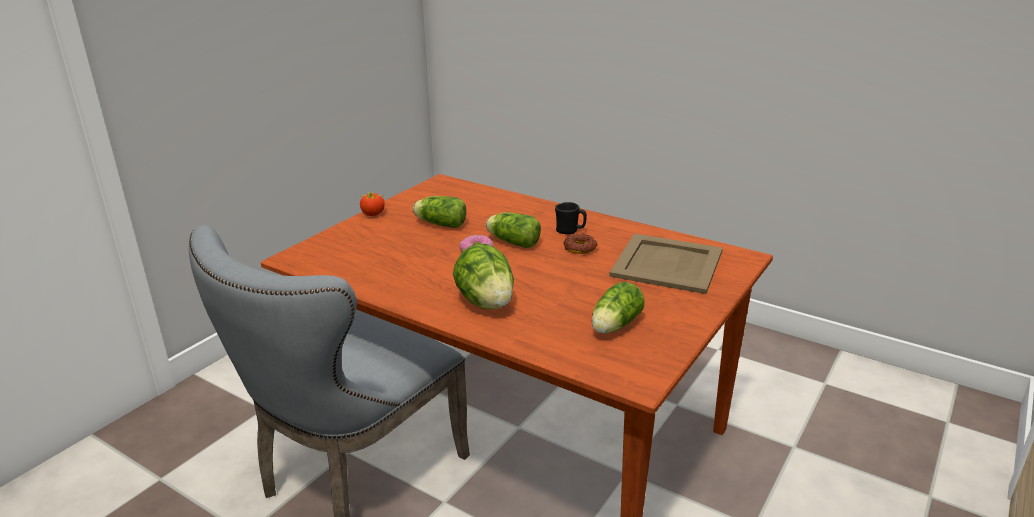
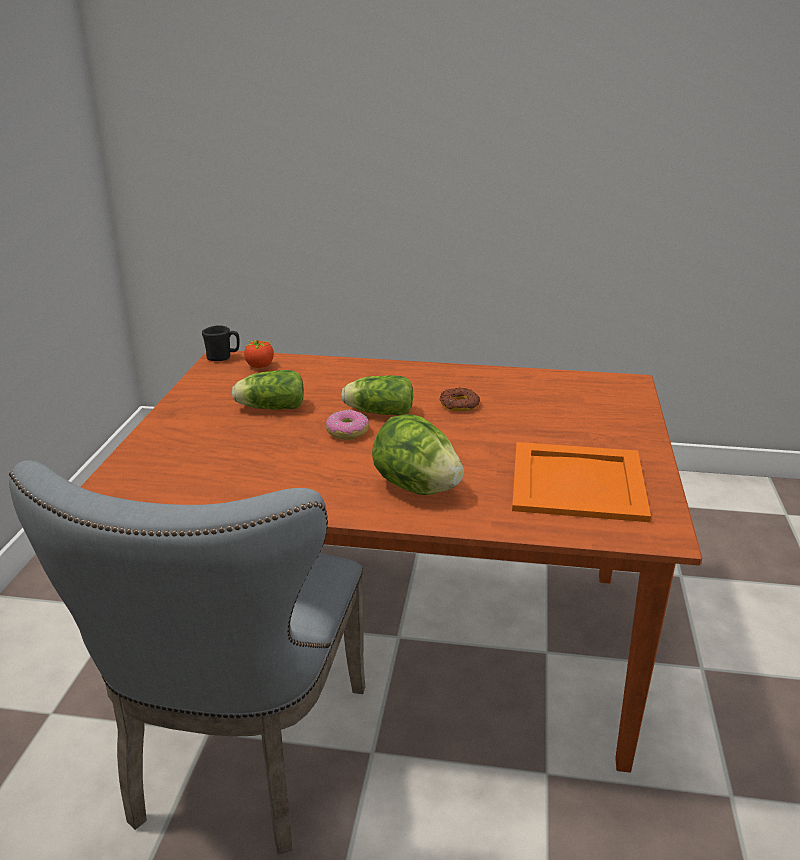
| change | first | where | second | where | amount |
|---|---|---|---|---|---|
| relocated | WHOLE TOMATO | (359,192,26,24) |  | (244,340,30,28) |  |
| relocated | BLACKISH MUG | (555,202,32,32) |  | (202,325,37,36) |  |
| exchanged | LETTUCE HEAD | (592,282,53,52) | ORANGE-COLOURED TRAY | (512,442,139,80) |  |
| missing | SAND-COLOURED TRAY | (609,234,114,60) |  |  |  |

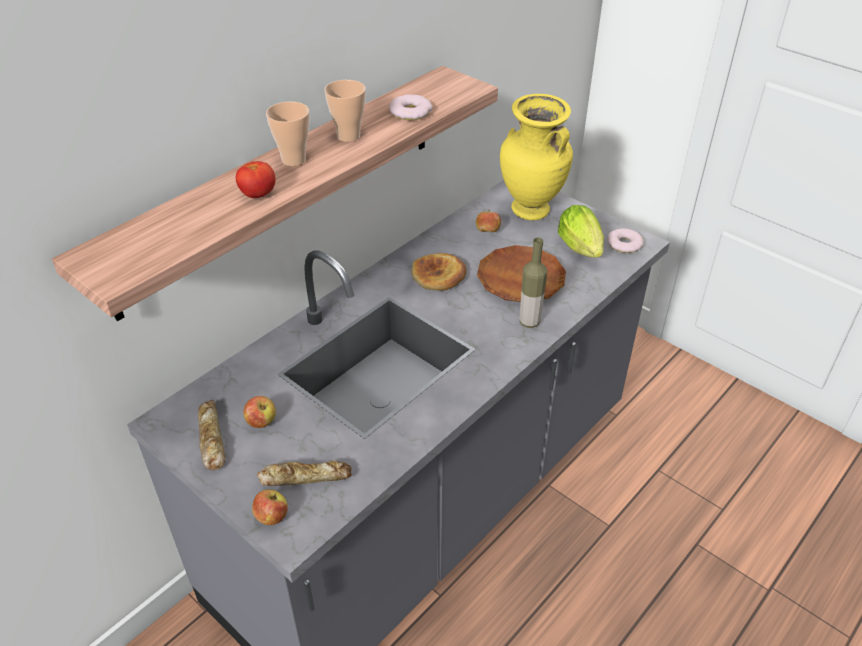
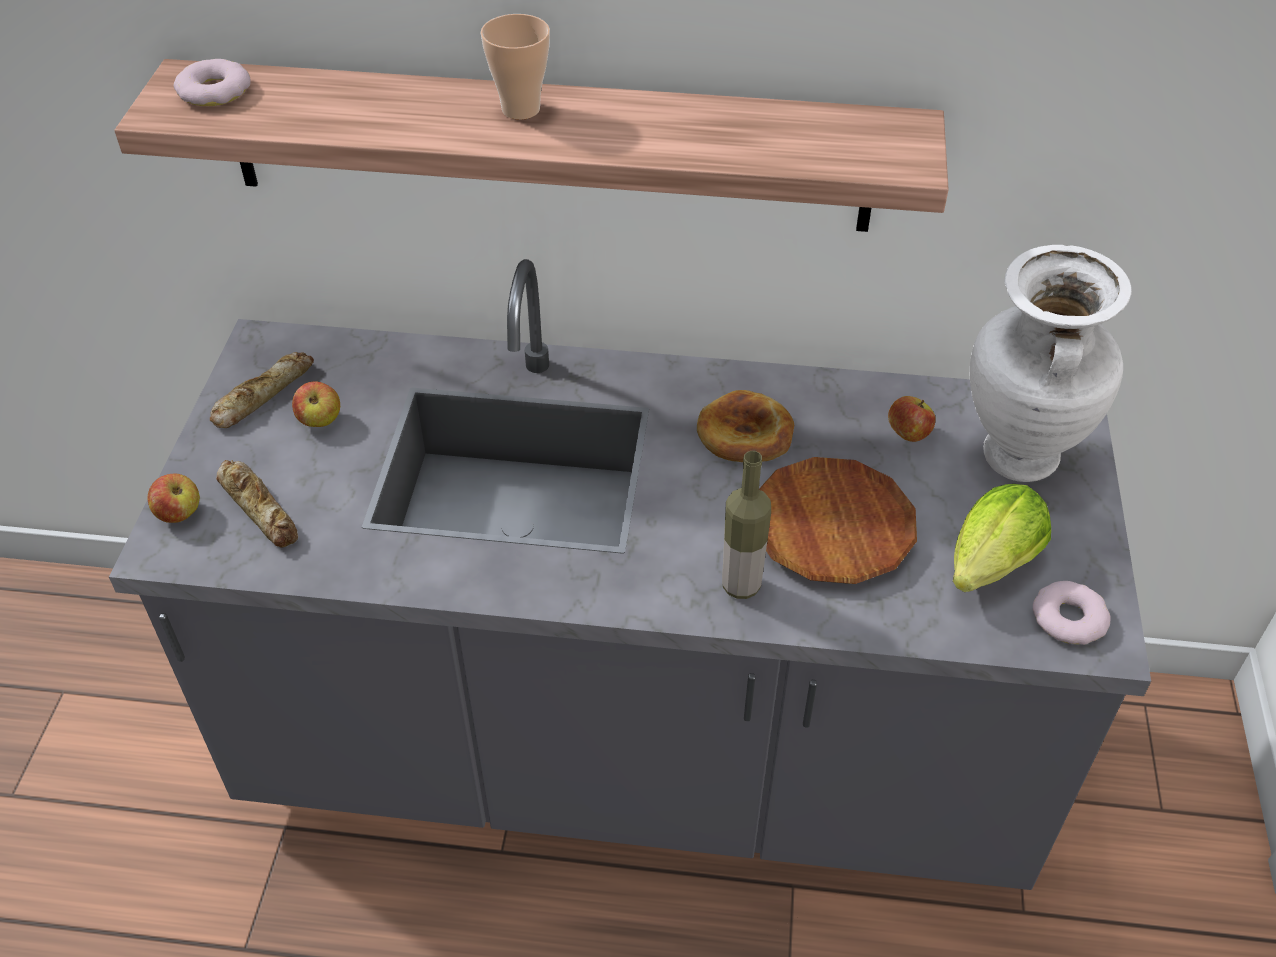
| change | first | where | second | where | amount |
|---|---|---|---|---|---|
| missing | WHOLE TOMATO | (236,161,39,37) |  |  |  |
| missing | CUP | (324,80,42,62) |  |  |  |
| relocated | DOUGHNUT | (389,94,44,26) |  | (174,59,77,47) |  |
| colour | YELLOW FLOWER VASE | (500,94,73,127) | WHITE FLOWER VASE | (970,245,162,237) |  |

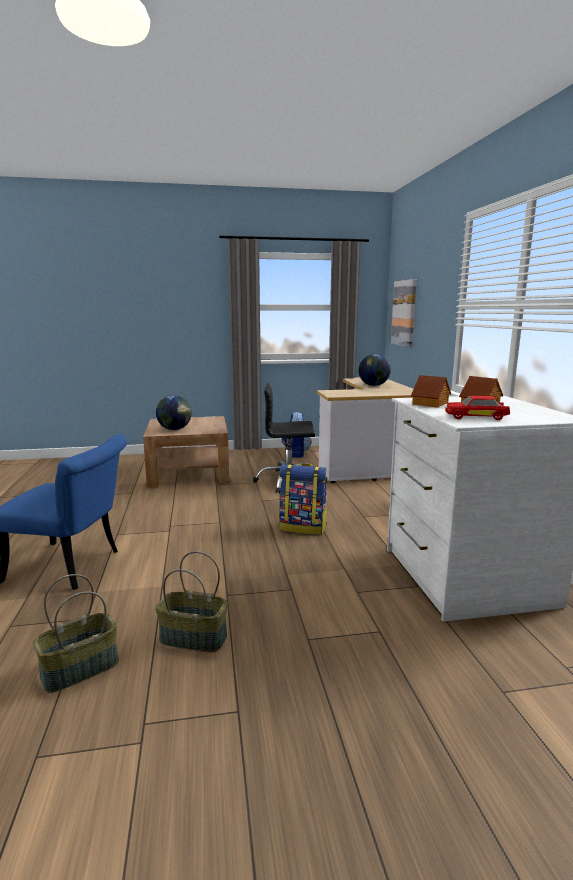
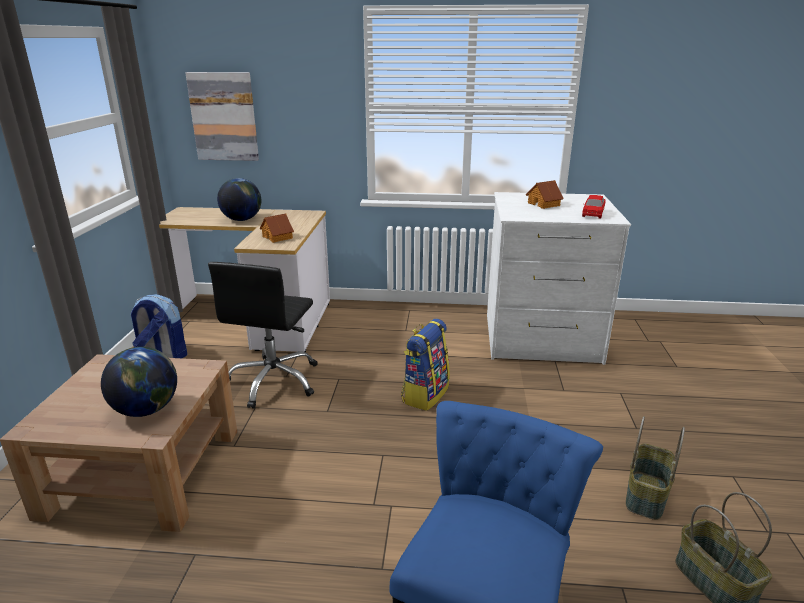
| change | first | where | second | where | amount |
|---|---|---|---|---|---|
| relocated | TOY HOUSE | (411,375,40,33) |  | (260,214,34,29) |  |

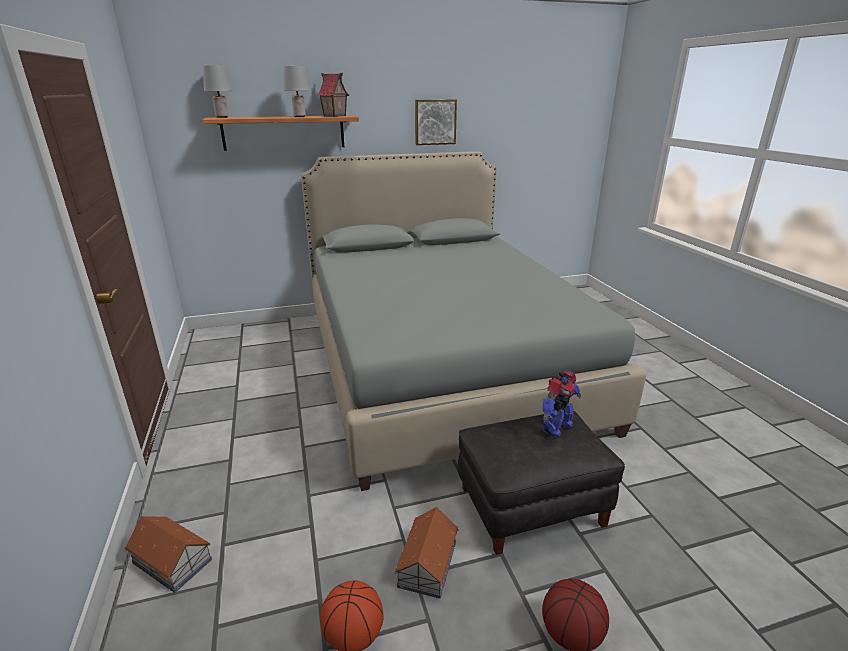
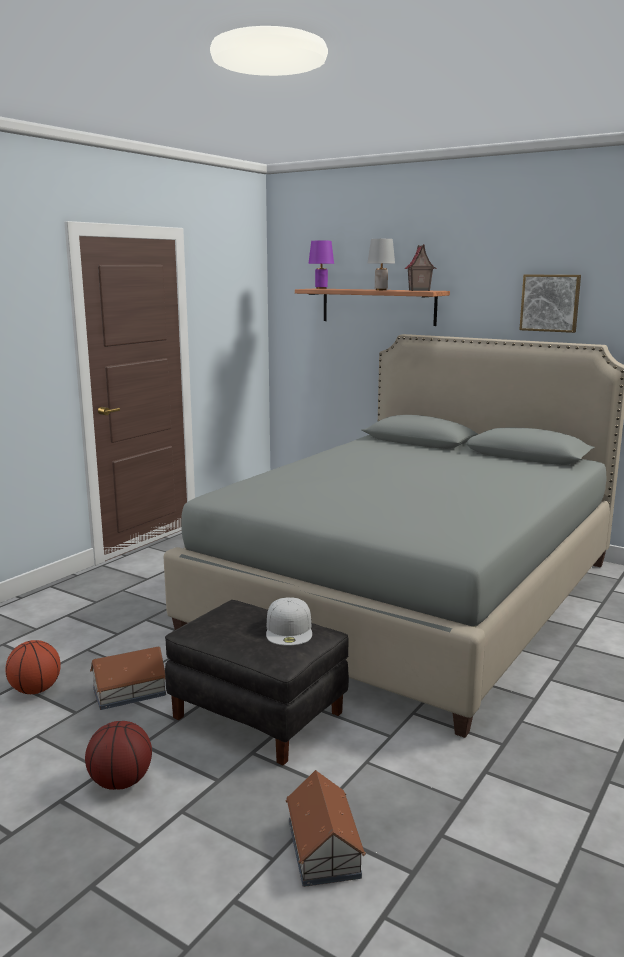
| change | first | where | second | where | amount |
|---|---|---|---|---|---|
| relocated | TOY HOUSE | (125,516,87,77) |  | (286,770,80,117) |  |
| colour | GREYISH TABLE LAMP | (203,65,29,53) | PURPLE TABLE LAMP | (308,241,26,48) |  |
| exchanged | TOY ROBOT | (541,371,40,67) | WHITE PEAKED CAP | (266,597,46,49) |  |

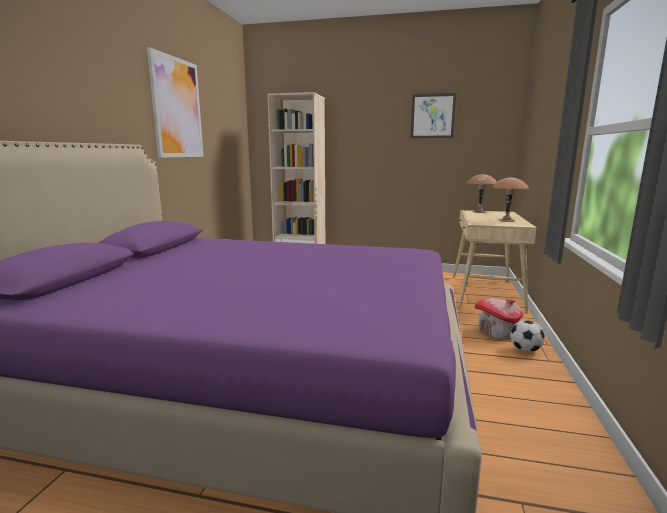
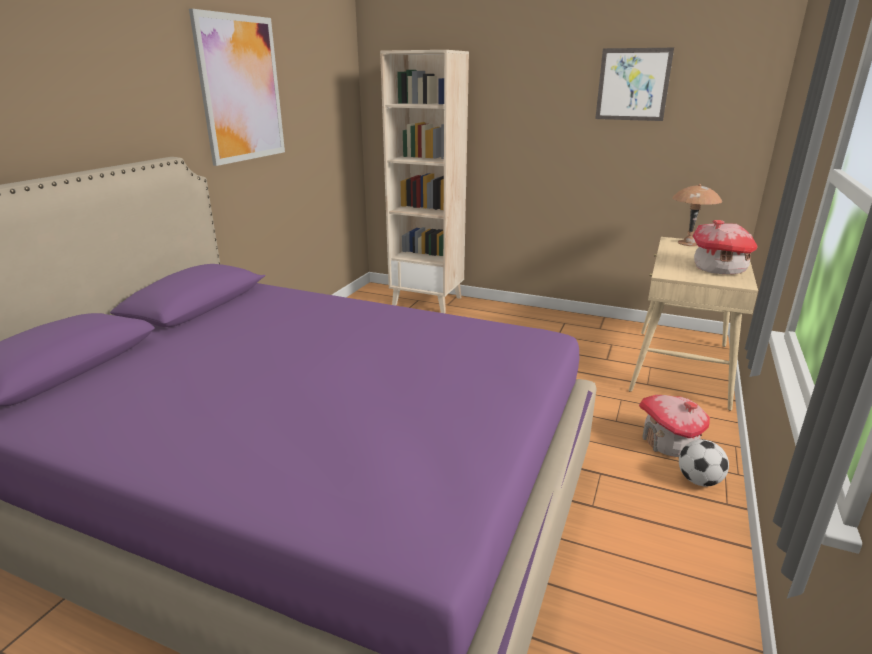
| change | first | where | second | where | amount |
|---|---|---|---|---|---|
| exchanged | BROWN TABLE LAMP | (492,176,37,46) | TOY HOUSE | (693,220,65,54) |  |

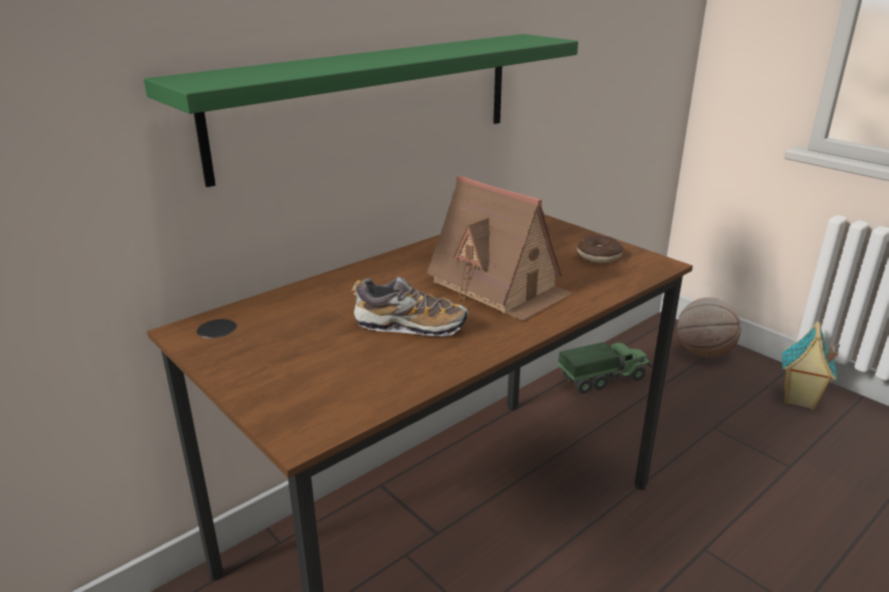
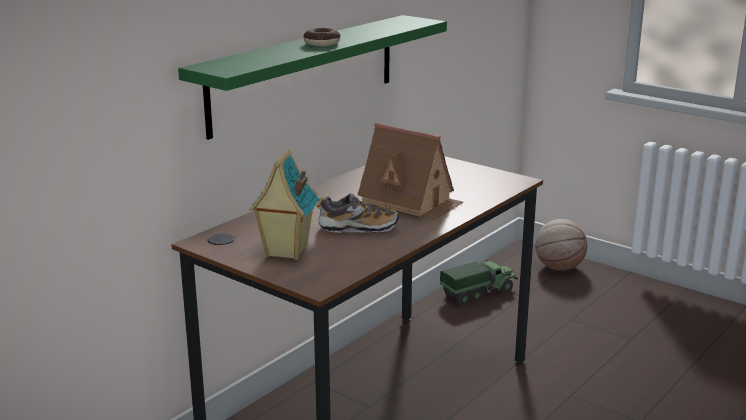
| change | first | where | second | where | amount |
|---|---|---|---|---|---|
| relocated | DOUGHNUT | (577,235,46,28) |  | (303,28,37,19) |  |
| relocated | TOY HOUSE | (782,321,58,89) |  | (249,149,71,111) |  |

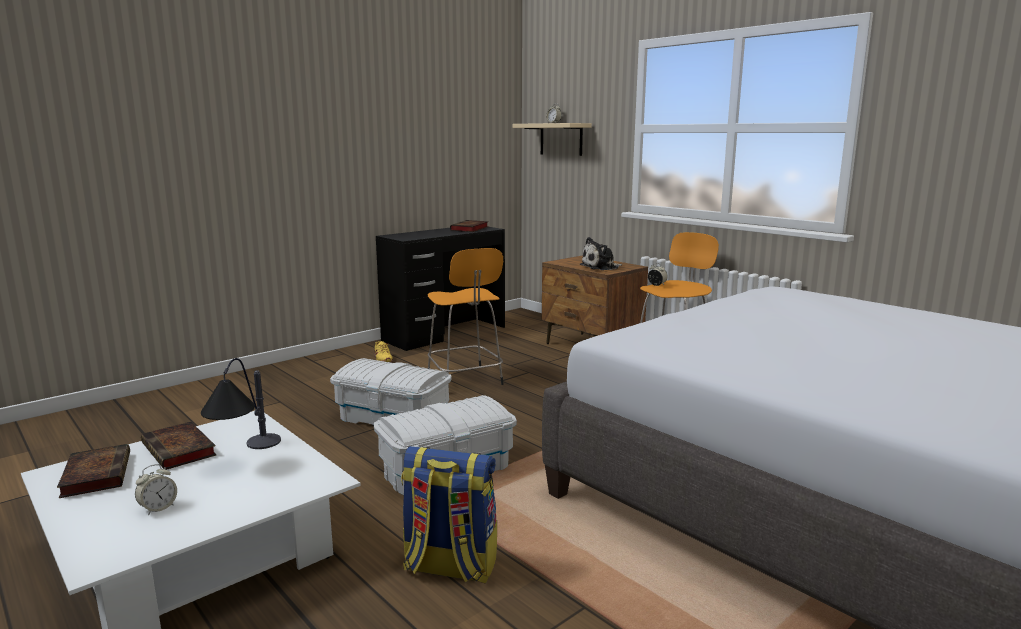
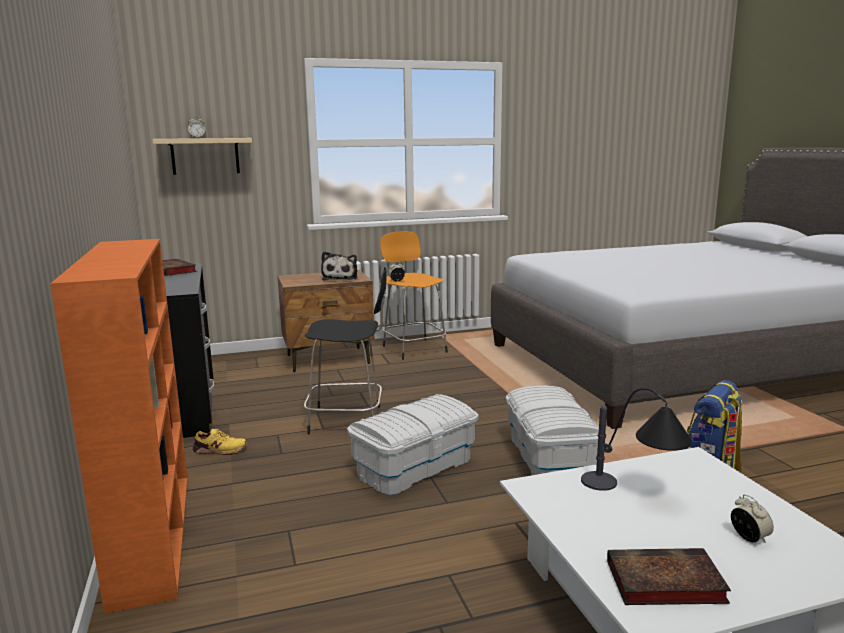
| change | first | where | second | where | amount |
|---|---|---|---|---|---|
| missing | BOOK | (141,422,76,48) |  |  |  |
| colour | ORANGE-COLOURED STOOL | (427,248,77,138) | BLACKISH STOOL | (304,267,83,167) |  |
| appeared |  |  | ORANGE-COLOURED BOOKSHELF | (50,239,138,375) |  |

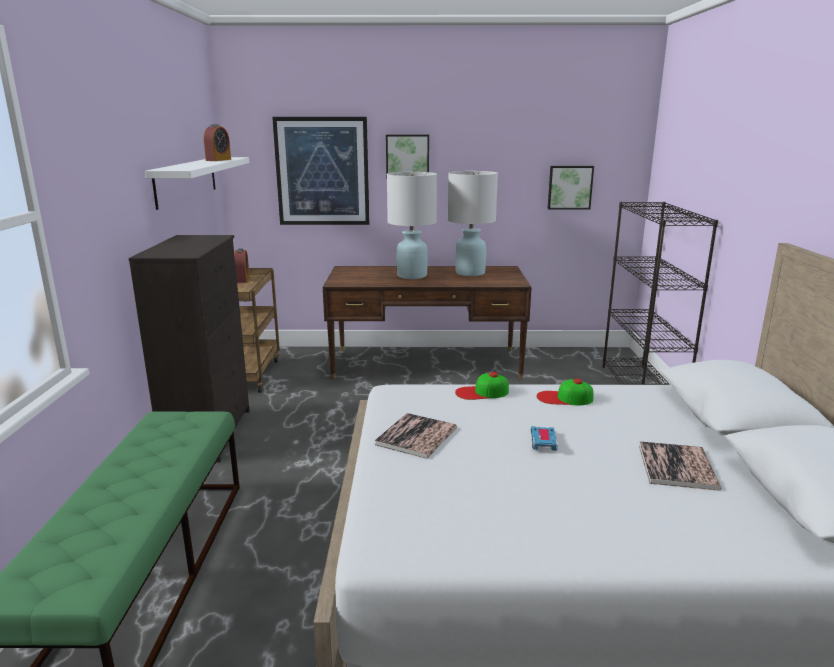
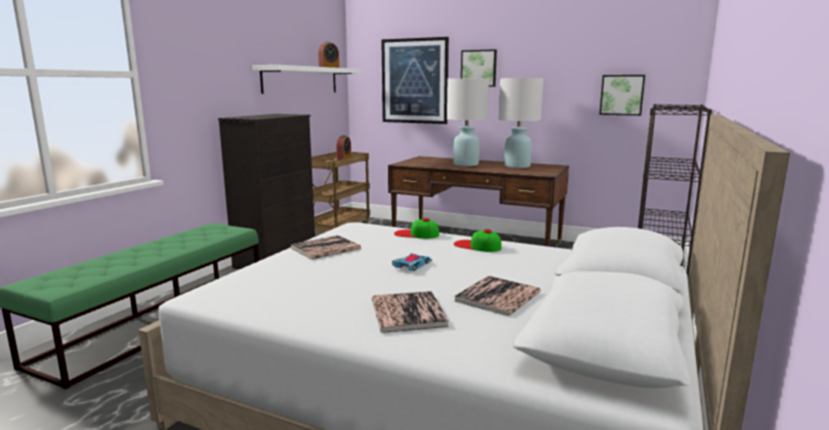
| change | first | where | second | where | amount |
|---|---|---|---|---|---|
| appeared |  |  | BOOK | (372,291,77,42) |  |

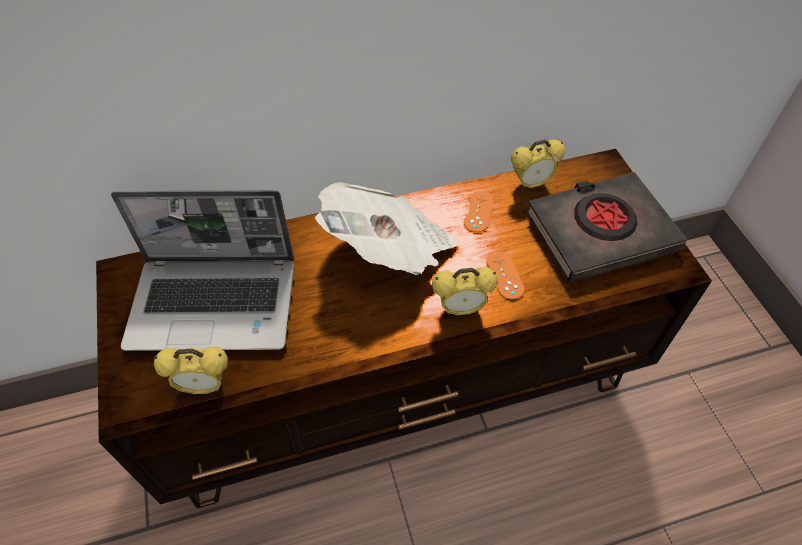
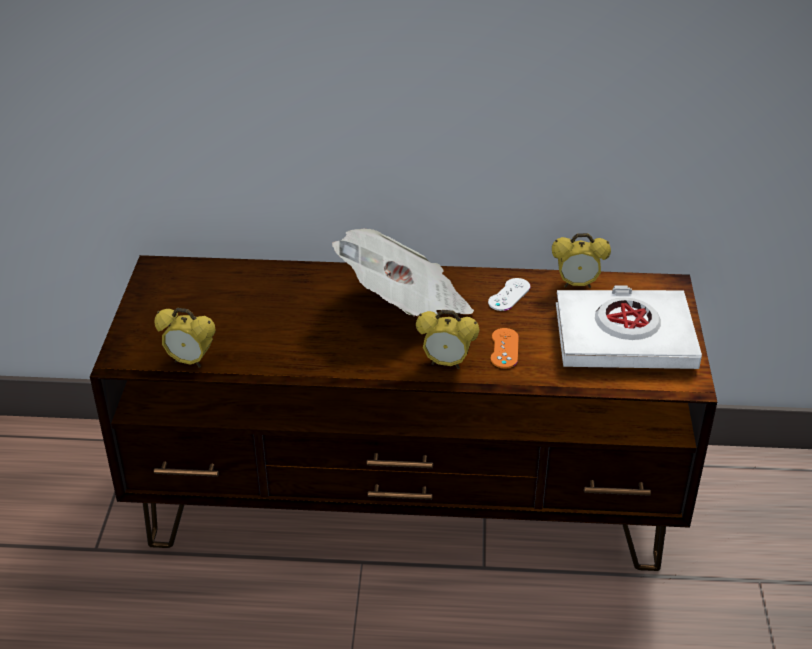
| change | first | where | second | where | amount |
|---|---|---|---|---|---|
| missing | NOTEBOOK COMPUTER | (111,190,184,161) |  |  |  |
| colour | ORANGE-COLOURED GAMEPAD | (464,191,30,42) | WHITE GAMEPAD | (488,278,43,33) |  |
| colour | BLACKISH BOOK | (526,172,161,111) | WHITE BOOK | (556,285,146,84) |  |

